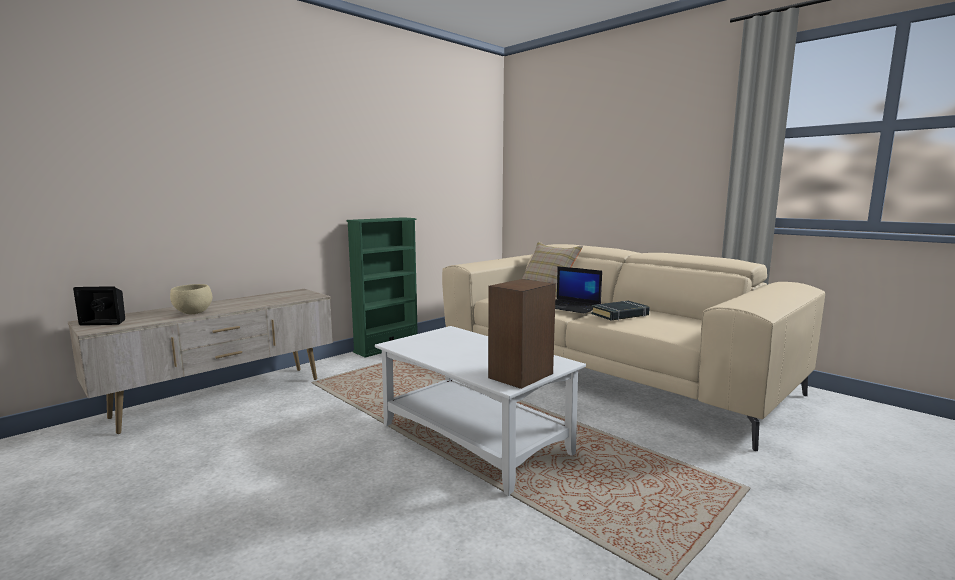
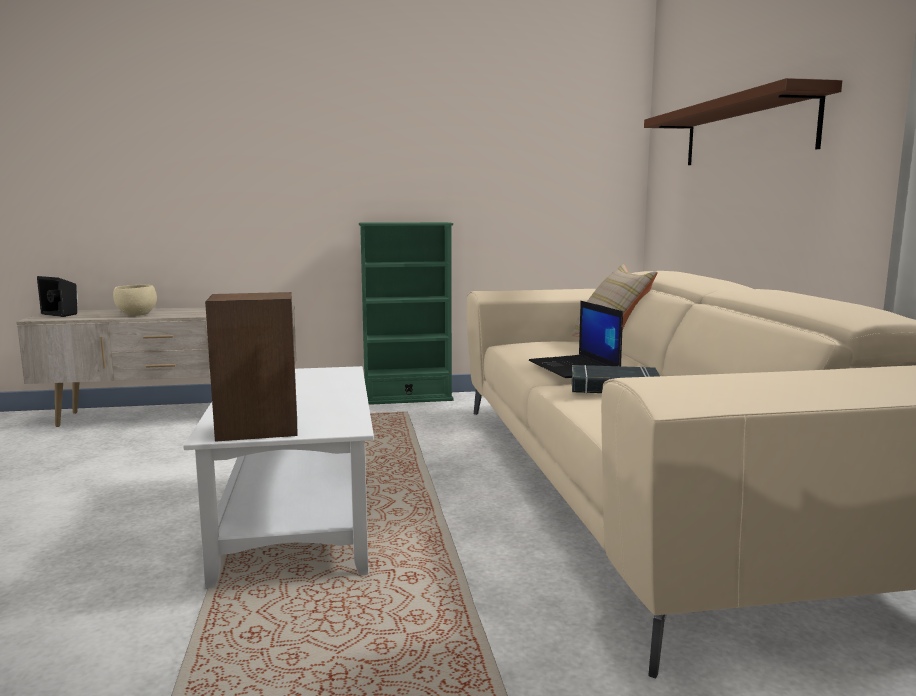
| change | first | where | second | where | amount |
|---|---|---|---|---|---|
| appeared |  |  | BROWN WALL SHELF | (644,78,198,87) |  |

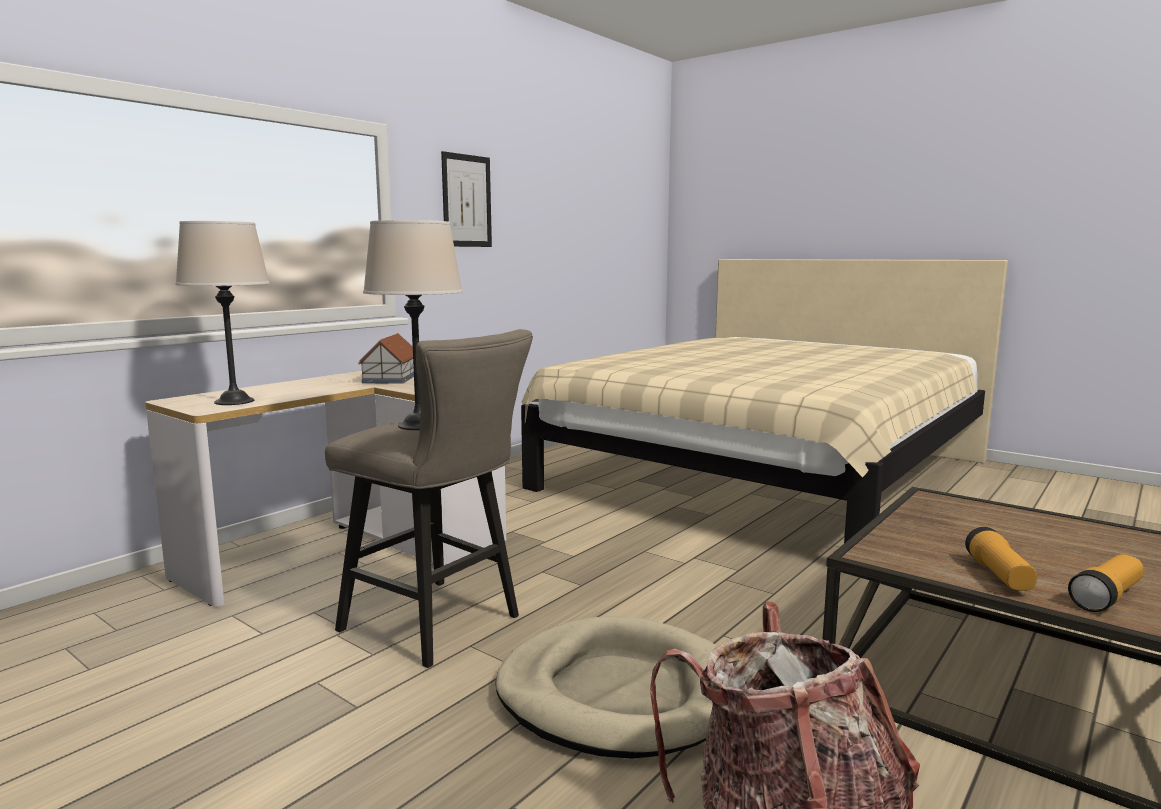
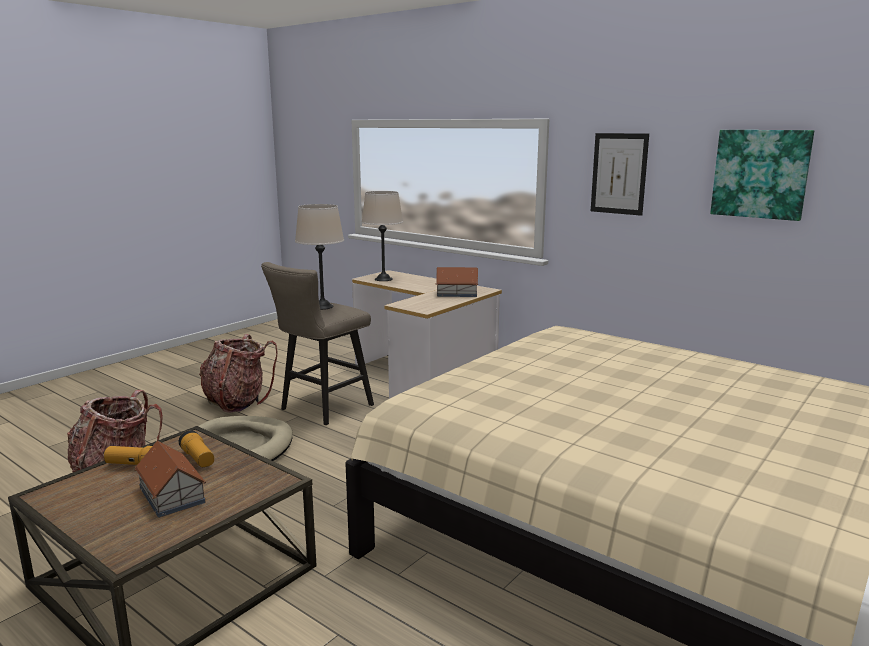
| change | first | where | second | where | amount |
|---|---|---|---|---|---|
| relocated | TORCH | (1068,554,76,58) |  | (179,430,35,37) |  |
| appeared |  |  | TOY HOUSE | (135,440,71,78) |  |
| appeared |  |  | RUCKSACK | (199,334,78,79) |  |
| appeared |  |  | PICTURE | (710,130,104,91) |  |

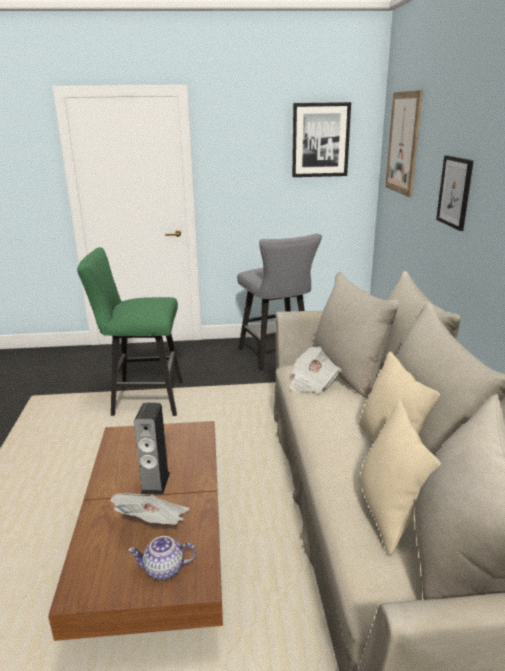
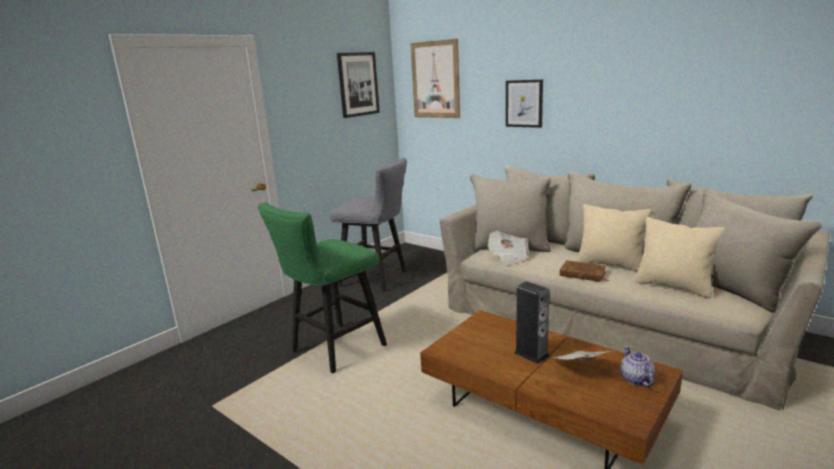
| change | first | where | second | where | amount |
|---|---|---|---|---|---|
| spun | TEA POT | (128,536,69,44) |  | (620,346,35,41) | 135 degrees clockwise |
| appeared |  |  | BROWN BOOK | (560,260,49,22) |  |

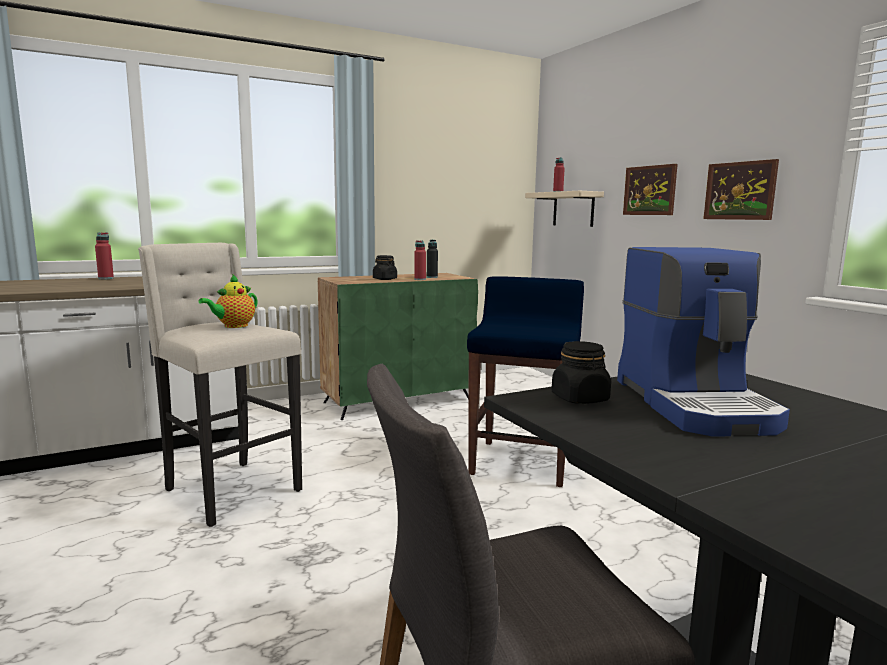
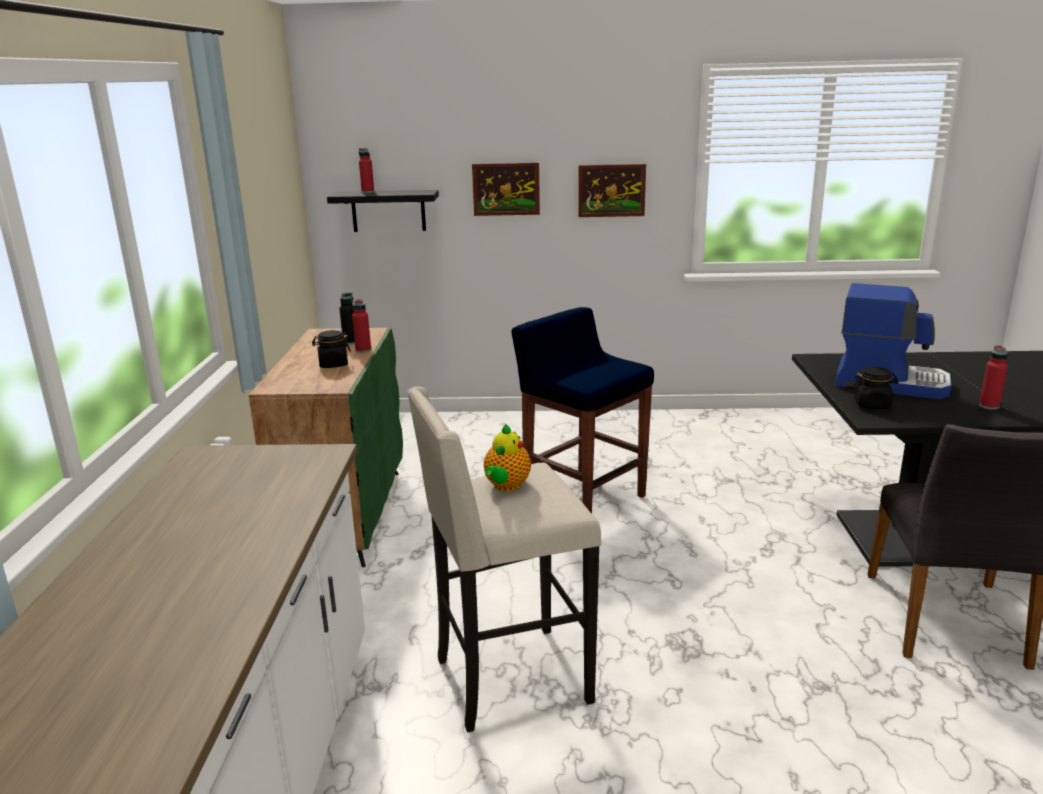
| change | first | where | second | where | amount |
|---|---|---|---|---|---|
| relocated | RED DRINK BOTTLE | (95,232,19,47) |  | (979,345,29,65) |  |
| spun | TEA POT | (199,274,58,54) |  | (484,424,47,68) | 45 degrees clockwise |
| colour | SAND-COLOURED WALL SHELF | (525,191,79,36) | BLACKISH WALL SHELF | (327,190,112,42) |  |

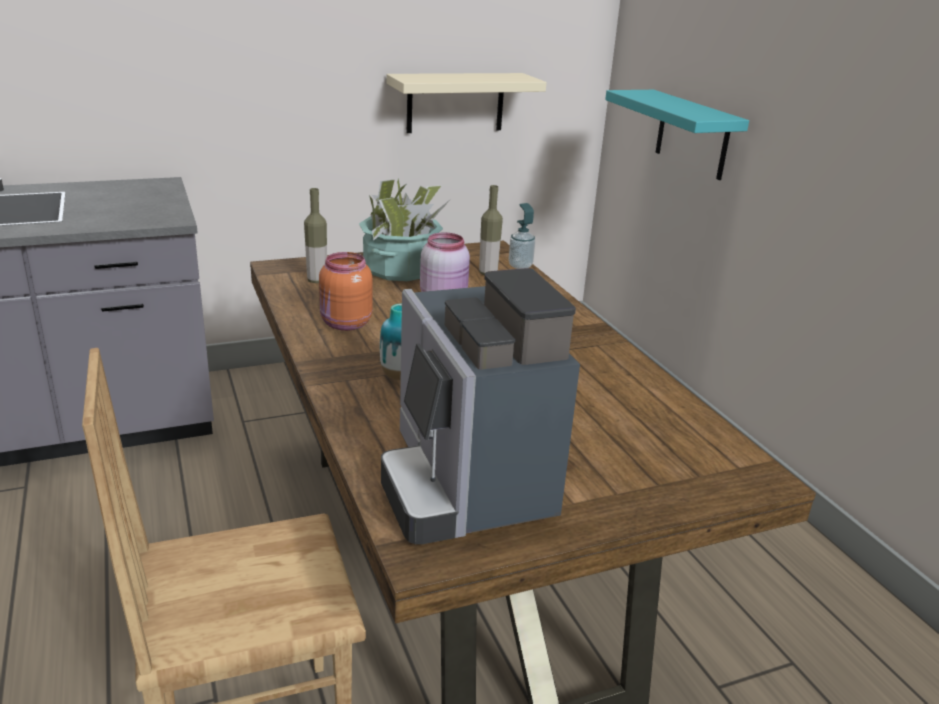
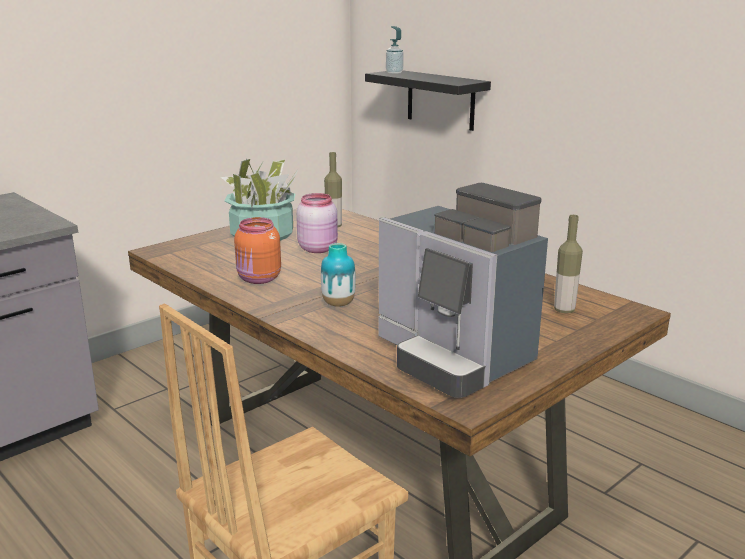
| change | first | where | second | where | amount |
|---|---|---|---|---|---|
| relocated | DRINK BOTTLE | (304,188,23,95) |  | (554,215,29,98) |  |
| missing | SAND-COLOURED WALL SHELF | (387,73,160,60) |  |  |  |
| relocated | LIQUID SOAP BOTTLE | (509,203,26,66) |  | (386,26,18,48) |  |
| colour | TURQUOISE WALL SHELF | (605,90,144,90) | BLACKISH WALL SHELF | (365,70,126,61) |  |

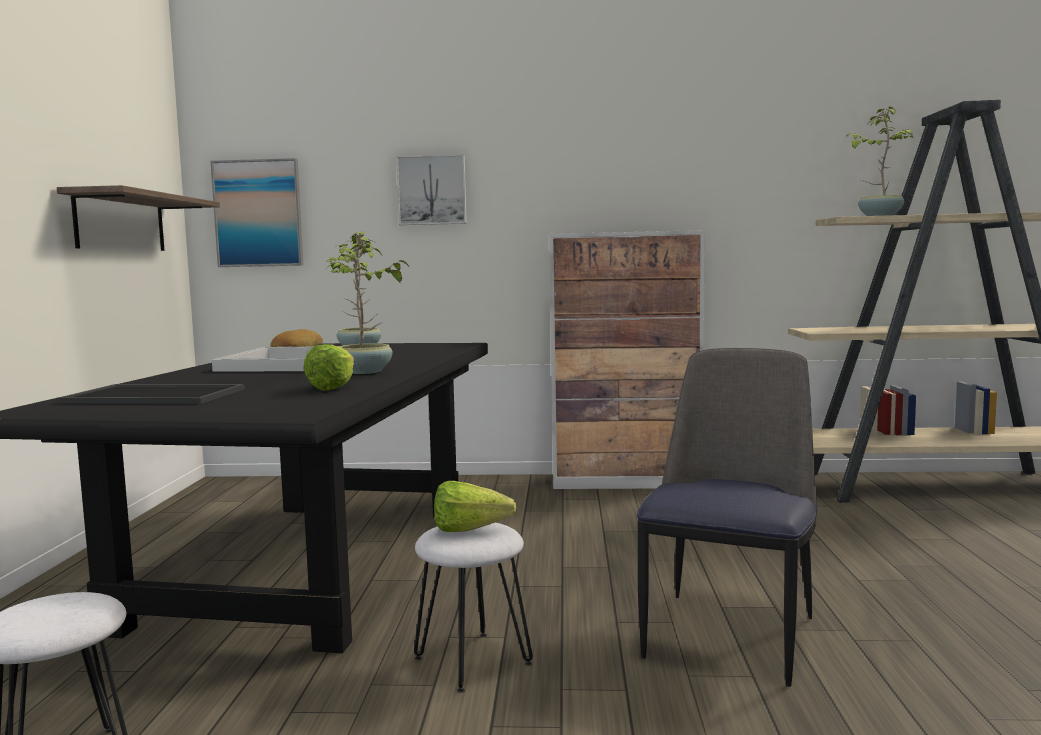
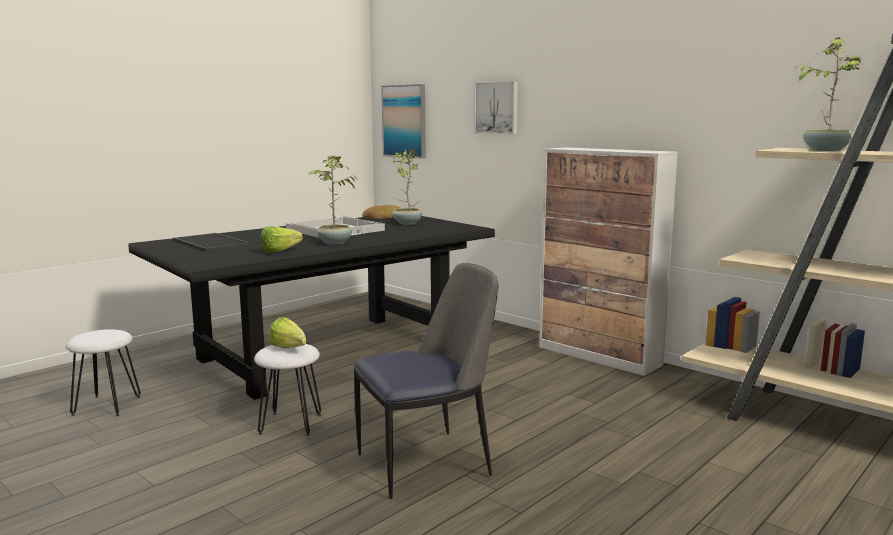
| change | first | where | second | where | amount |
|---|---|---|---|---|---|
| missing | WALL SHELF | (57,185,163,66) |  |  |  |

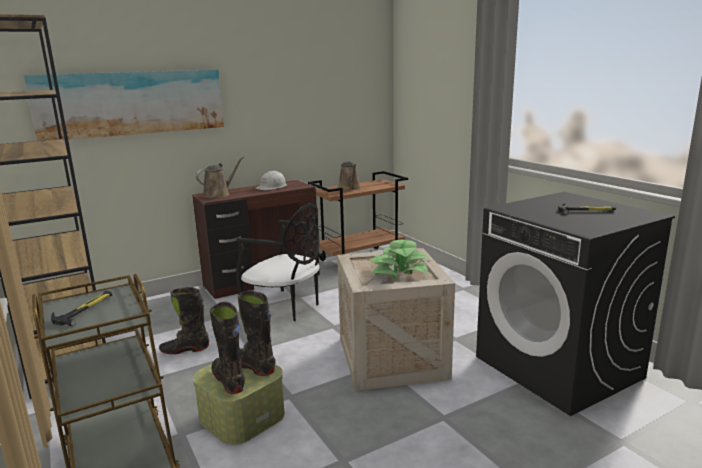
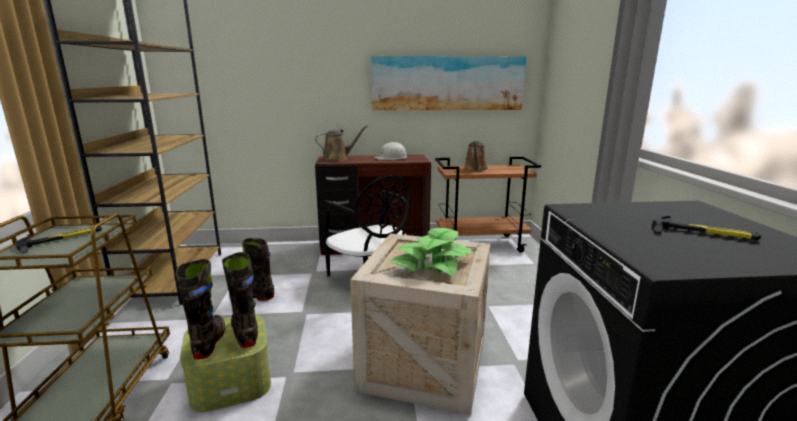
| change | first | where | second | where | amount |
|---|---|---|---|---|---|
| relocated | PICTURE | (24,70,200,71) |  | (371,56,155,55) |  |

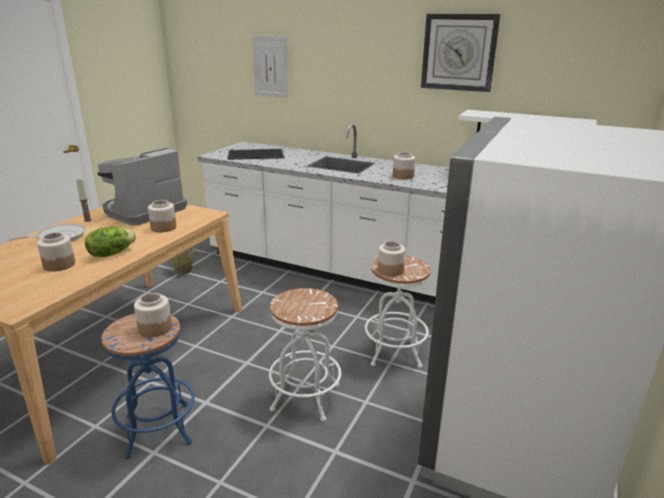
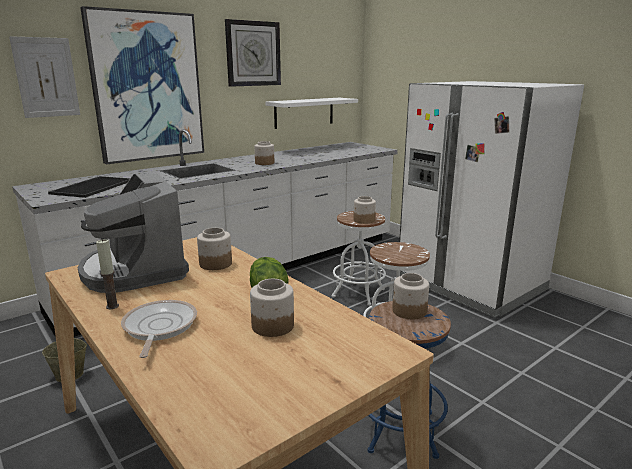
| change | first | where | second | where | amount |
|---|---|---|---|---|---|
| appeared |  |  | PICTURE | (80,6,124,158) |  |

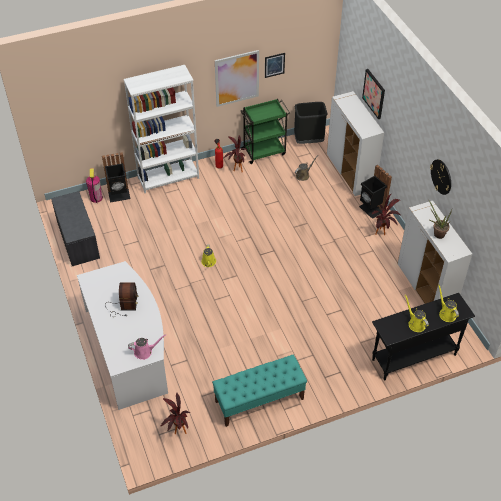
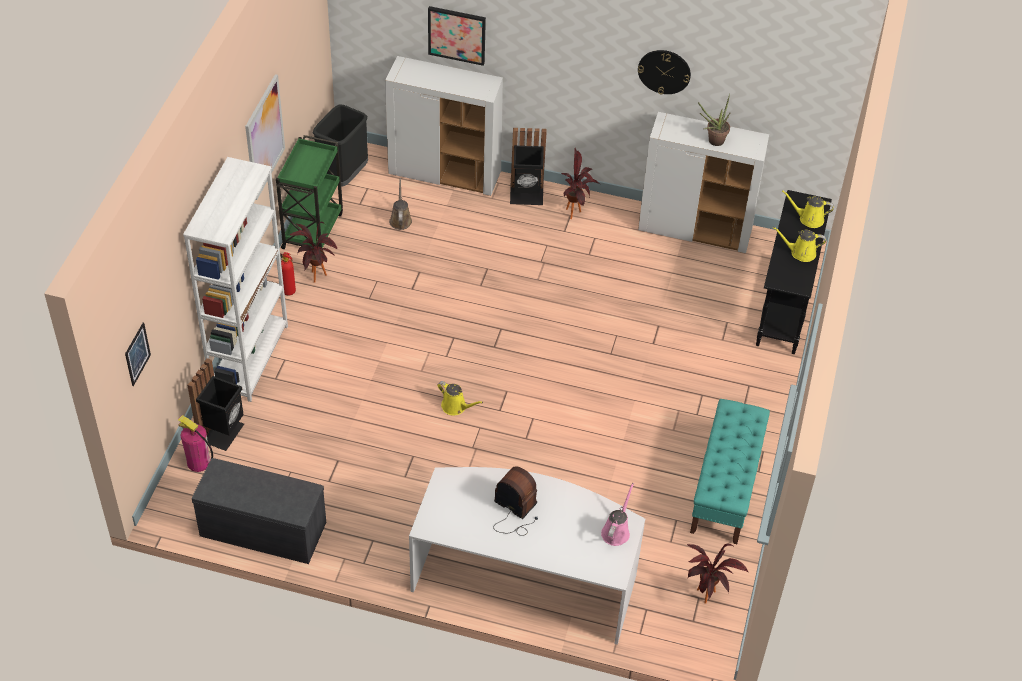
| change | first | where | second | where | amount |
|---|---|---|---|---|---|
| relocated | PICTURE | (265,53,20,25) |  | (125,322,26,64) |  |

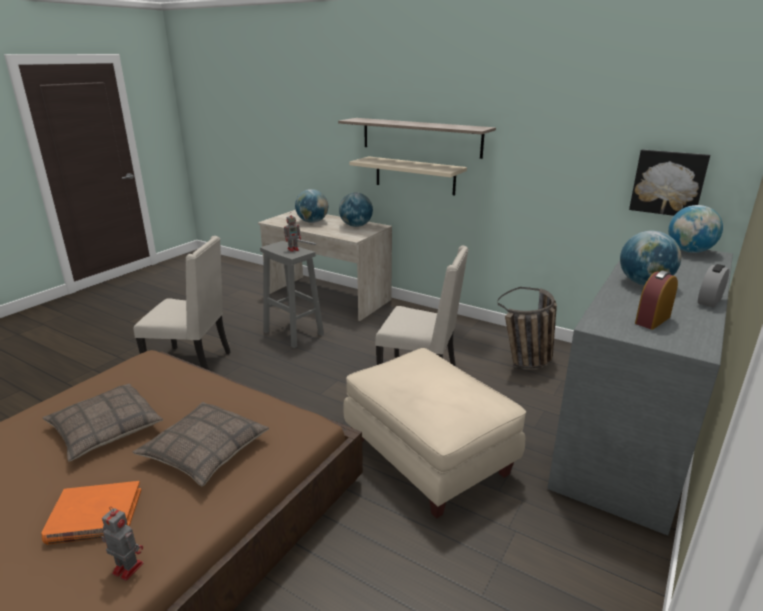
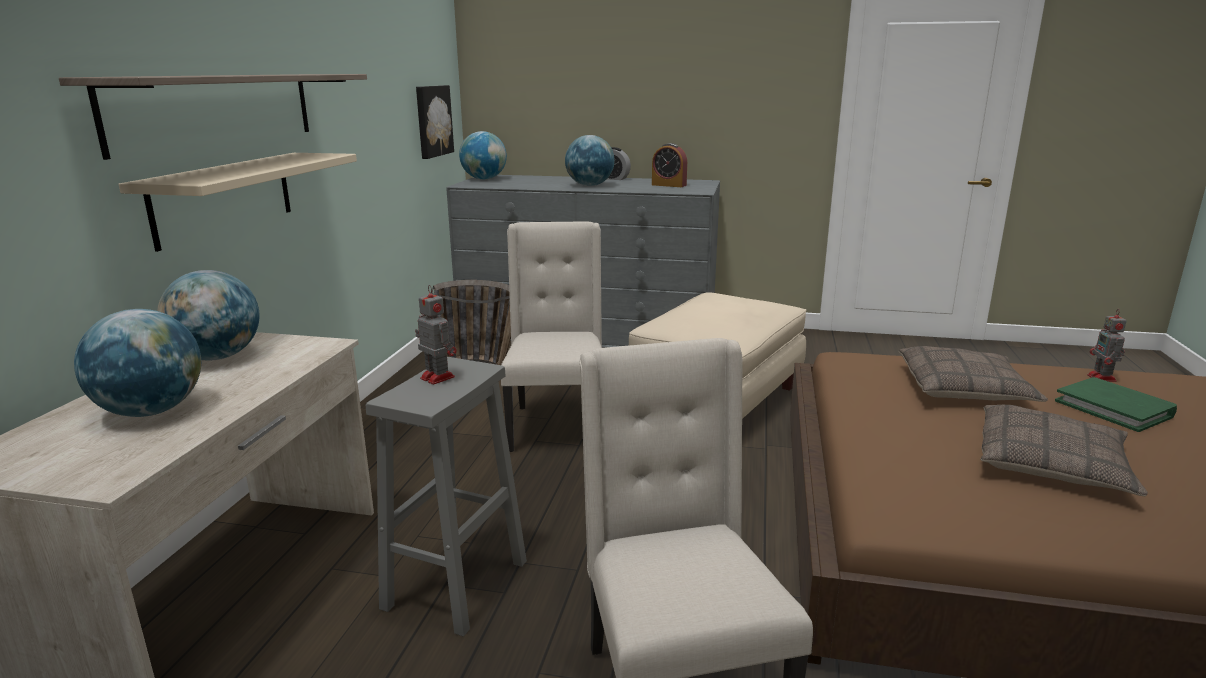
| change | first | where | second | where | amount |
|---|---|---|---|---|---|
| colour | ORANGE-COLOURED BOOK | (41,481,100,64) | GREEN BOOK | (1055,377,122,55) |  |

